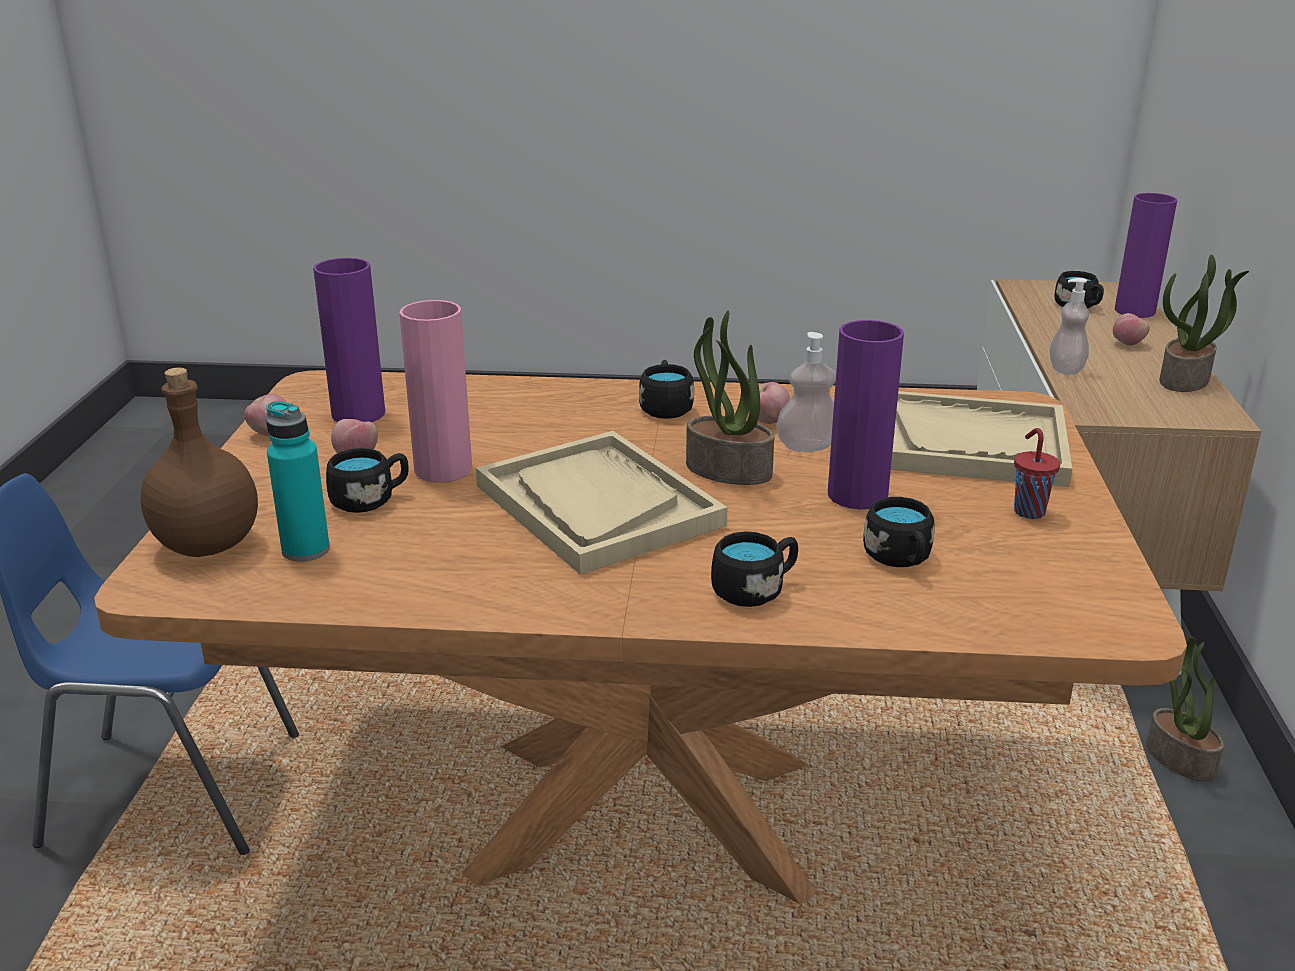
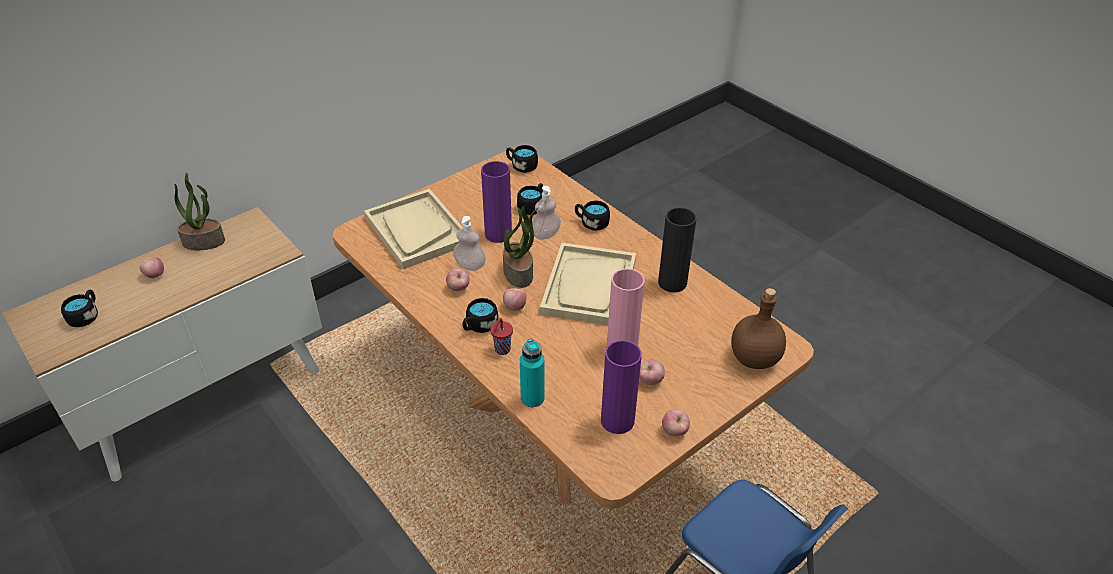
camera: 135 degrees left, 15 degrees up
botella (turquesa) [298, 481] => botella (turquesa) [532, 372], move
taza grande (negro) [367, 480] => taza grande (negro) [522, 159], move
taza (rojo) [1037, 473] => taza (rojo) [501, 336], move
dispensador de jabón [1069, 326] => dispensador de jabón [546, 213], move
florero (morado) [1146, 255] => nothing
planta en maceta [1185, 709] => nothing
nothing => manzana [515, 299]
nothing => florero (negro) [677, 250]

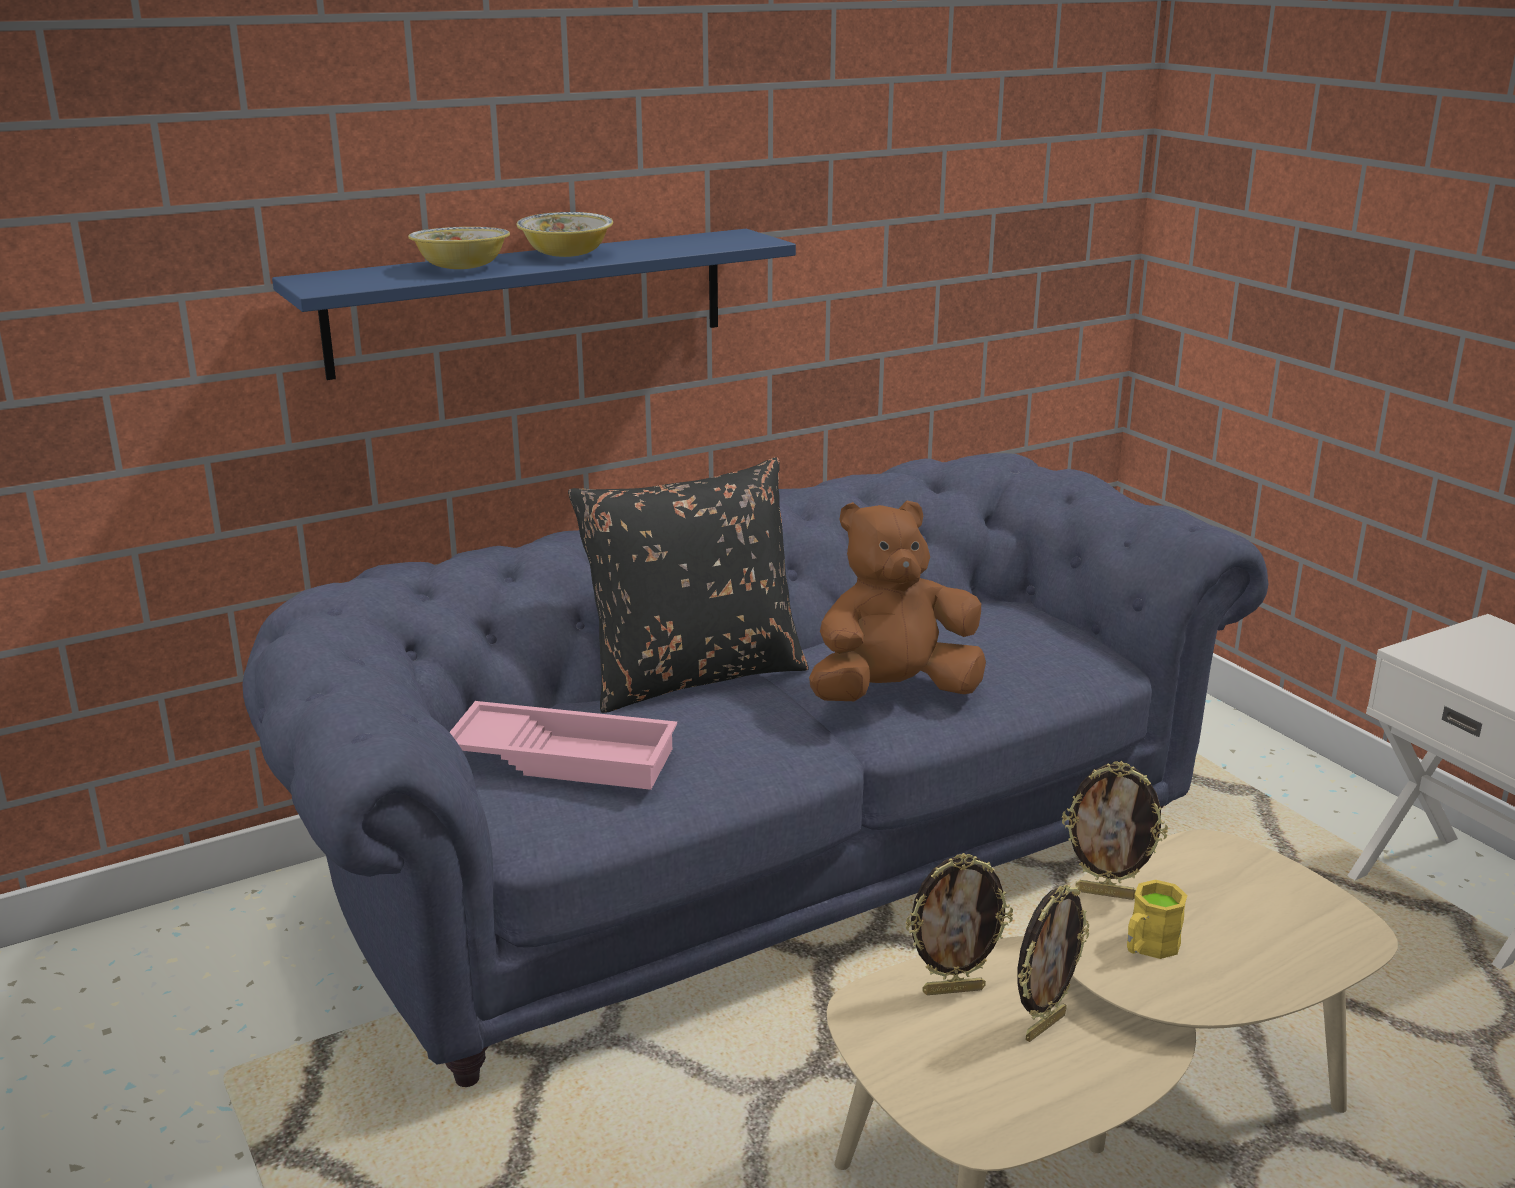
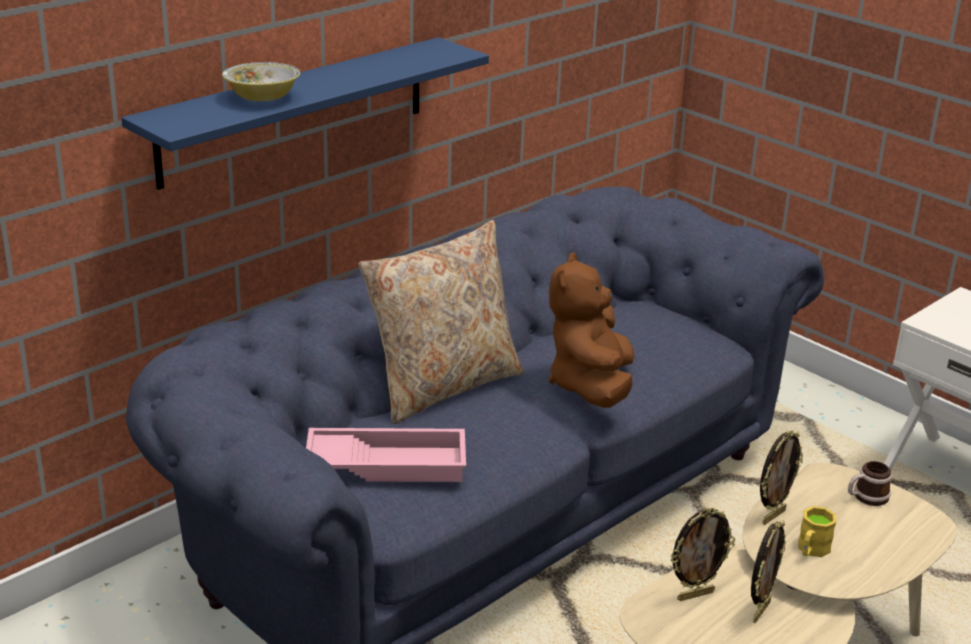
camera: 15 degrees left, 5 degrees up
cuenco [564, 234] => nothing
cojín (negro) [688, 585] => cojín (beis) [441, 322]
peluche (marrón) [897, 601] => peluche (marrón) [591, 330], 45 degrees counterclockwise
portarretratos [1115, 830] => portarretratos [781, 477], 45 degrees counterclockwise
nothing => taza grande [870, 483]

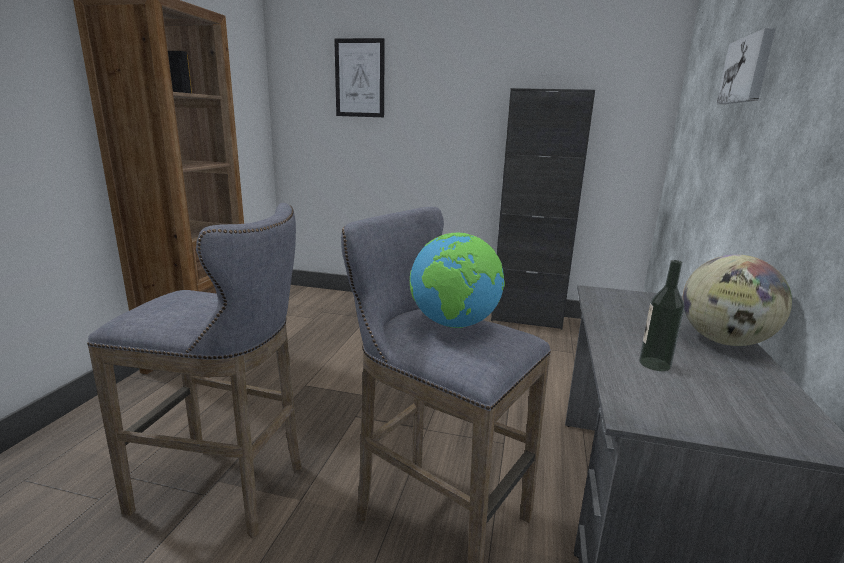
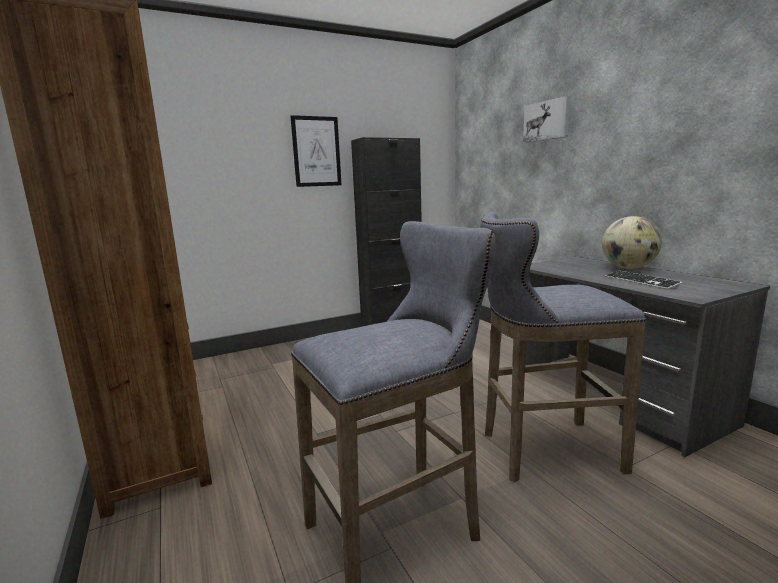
camera: 40 degrees left, 5 degrees down
cuadro [359, 77] => cuadro [315, 151], move
globo terráqueo [457, 280] => nothing
botella [661, 315] => teclado [644, 280]

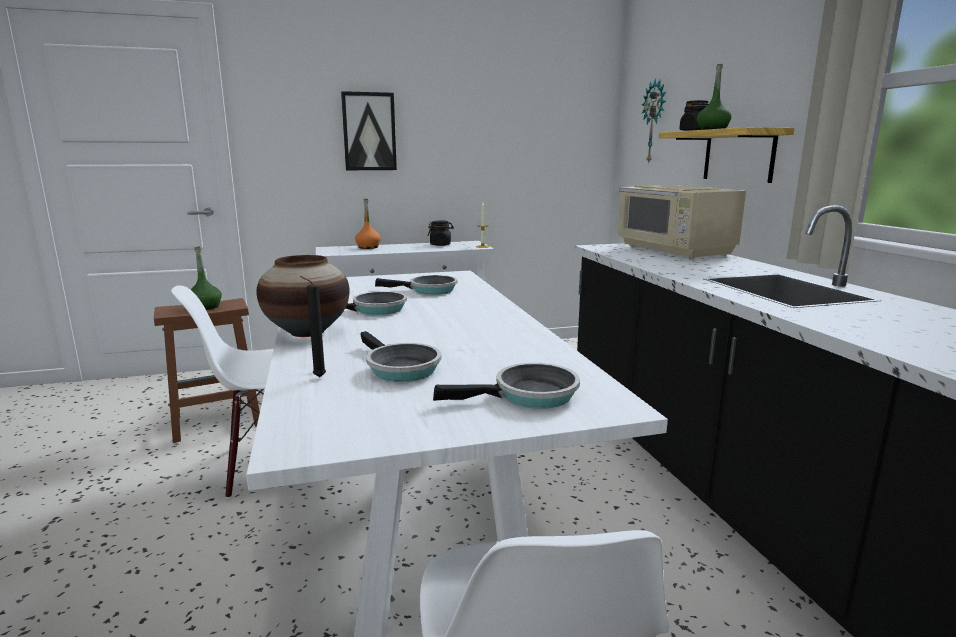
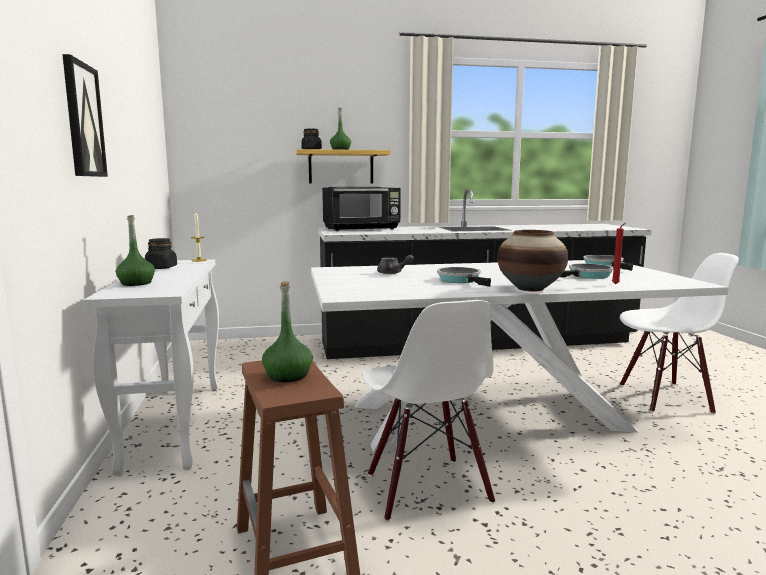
camera: 85 degrees left, 5 degrees down
vela (negro) [313, 326] => vela (rojo) [618, 253]
botella (naranja) [368, 224] => botella (verde) [135, 250]
sartén [416, 285] => tetera (gris) [395, 264]
microondas (beis) [681, 222] => microondas (negro) [361, 209]
reloj de pared [654, 121] => nothing

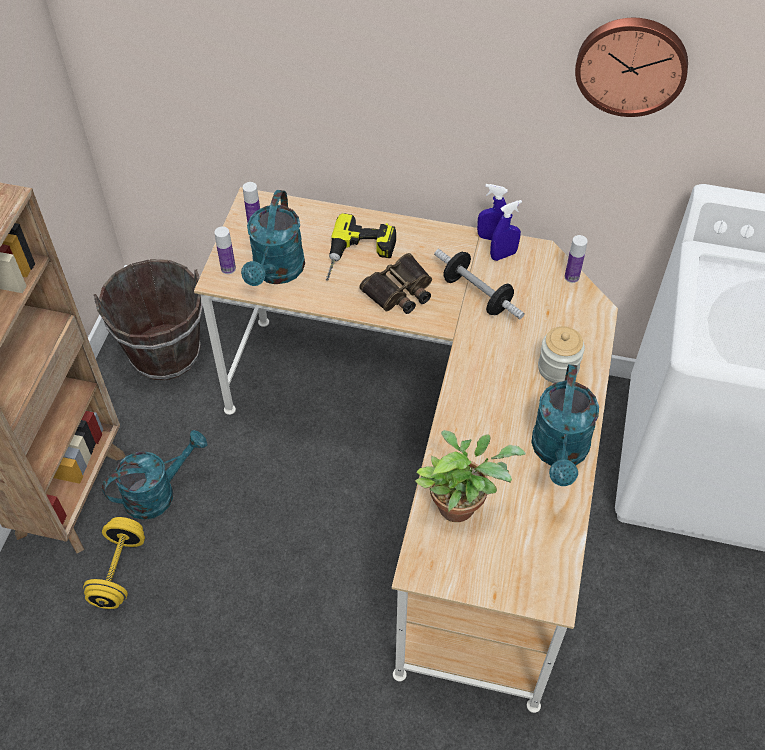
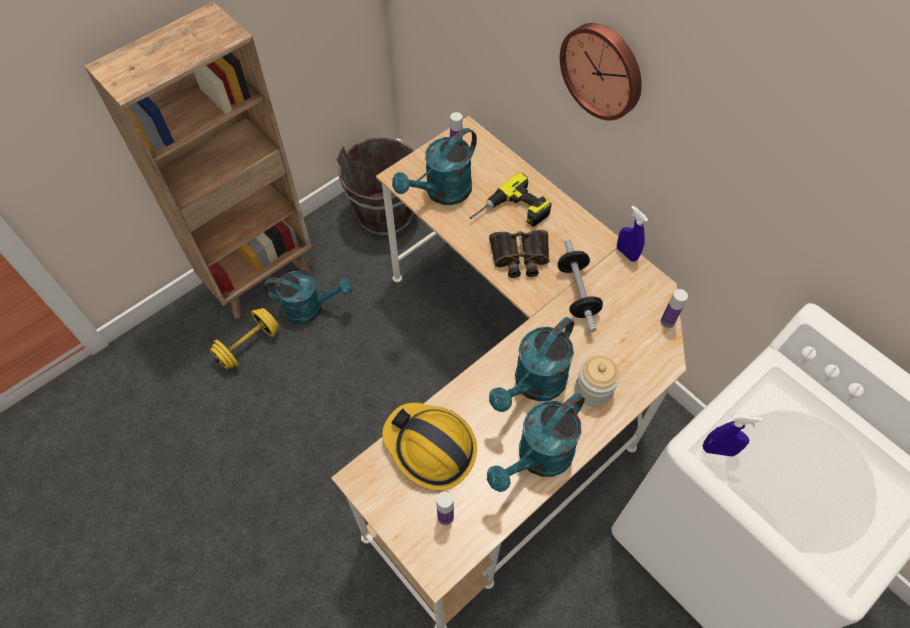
camera: 35 degrees right, 5 degrees up
botella [225, 250] => botella [445, 508], move
planta en maceta [470, 476] => casco [429, 447]
pulverizador (azul) [506, 230] => pulverizador (azul) [733, 435], move
reloj de pared [631, 67] => reloj de pared [601, 72], move
nothing => regadera (turquesa) [531, 364]

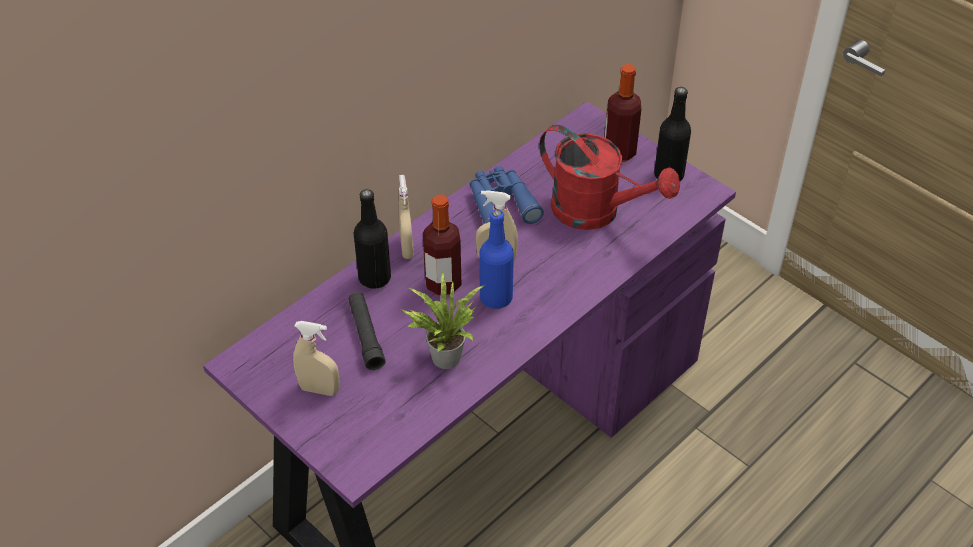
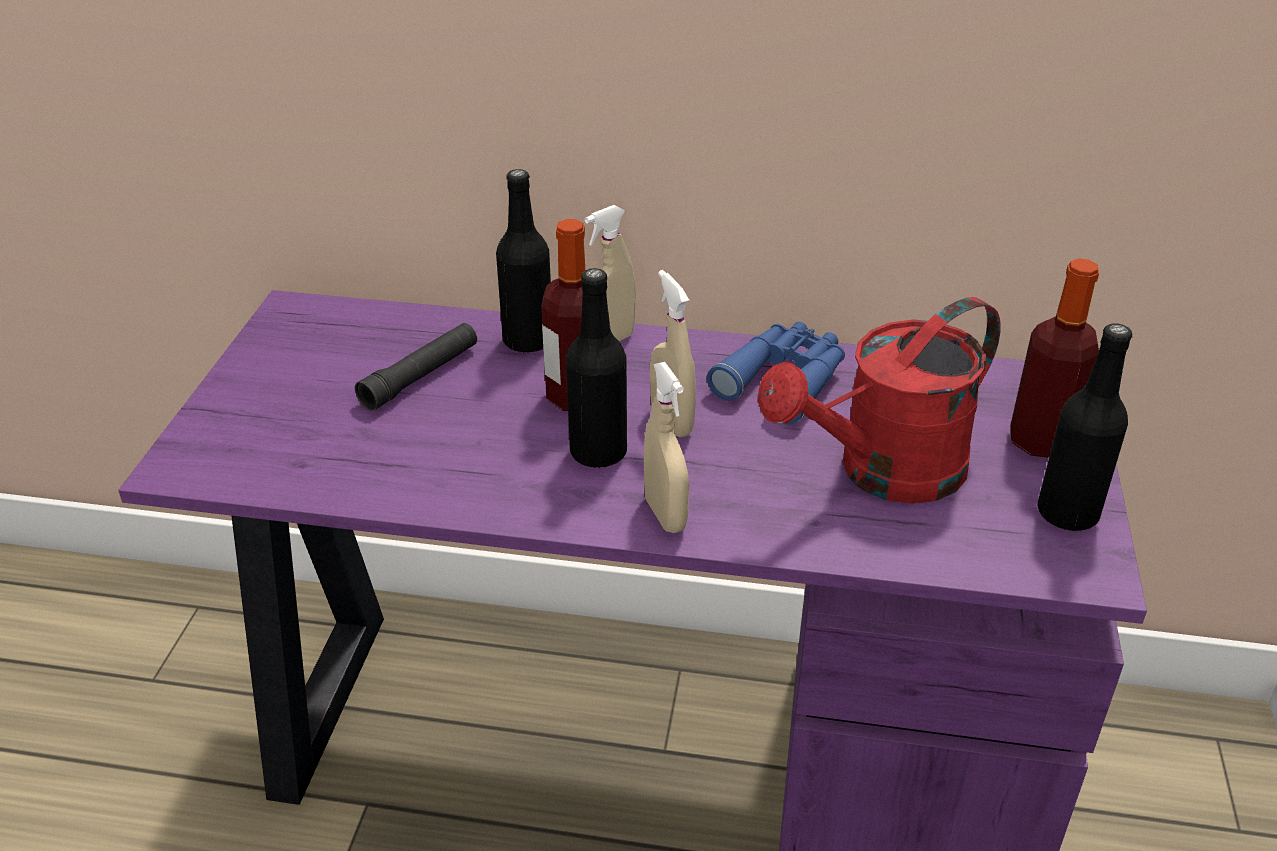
camera: 55 degrees right, 10 degrees down
pulverizador (beis) [316, 358] => pulverizador (beis) [666, 447], move
planta en maceta [442, 320] => nothing
botella (azul) [496, 259] => botella (negro) [596, 368]
regadera (rojo) [609, 177] => regadera (rojo) [879, 400], 60 degrees clockwise

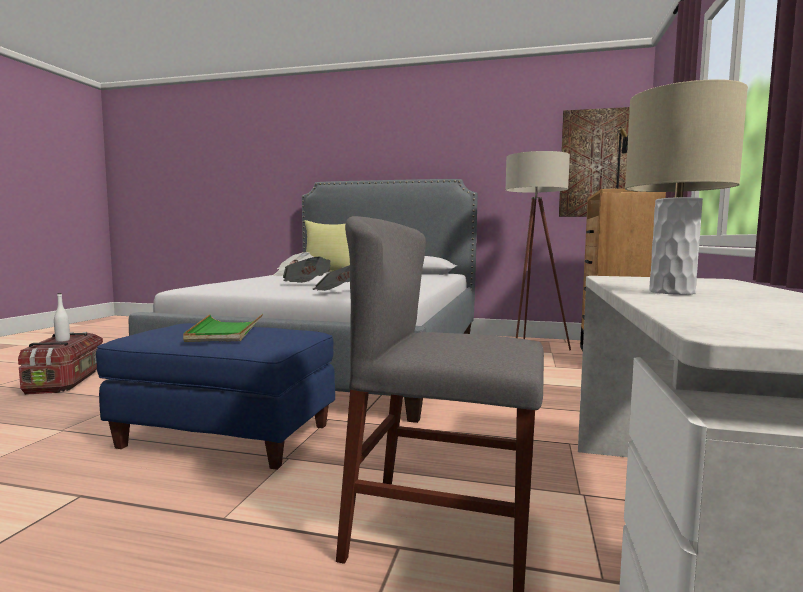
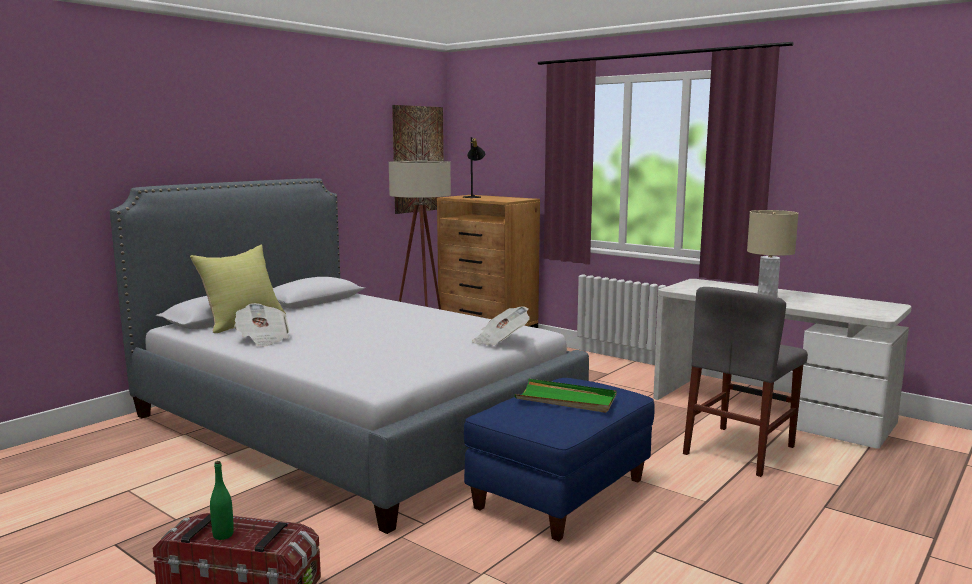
camera: 65 degrees left, 5 degrees up
botella (blanco) [62, 317] => botella (verde) [222, 500]
periódico [307, 270] => nothing

